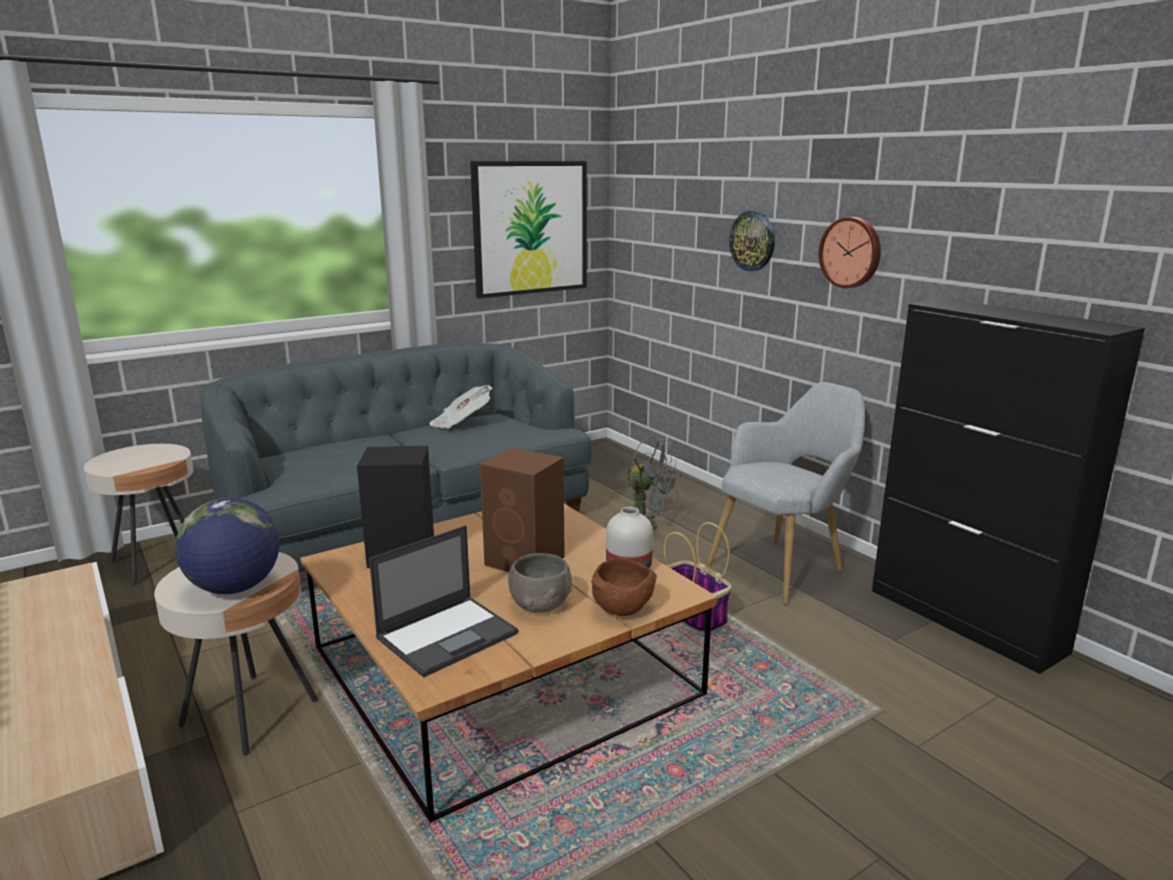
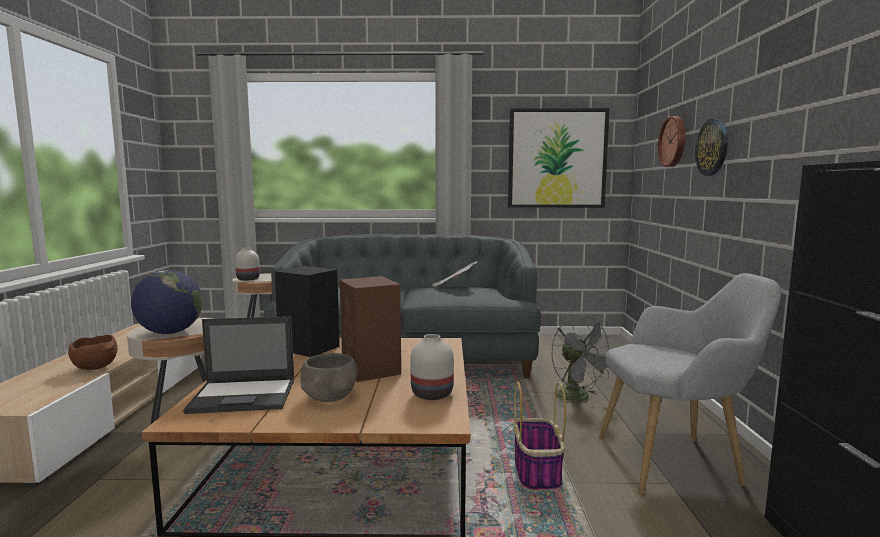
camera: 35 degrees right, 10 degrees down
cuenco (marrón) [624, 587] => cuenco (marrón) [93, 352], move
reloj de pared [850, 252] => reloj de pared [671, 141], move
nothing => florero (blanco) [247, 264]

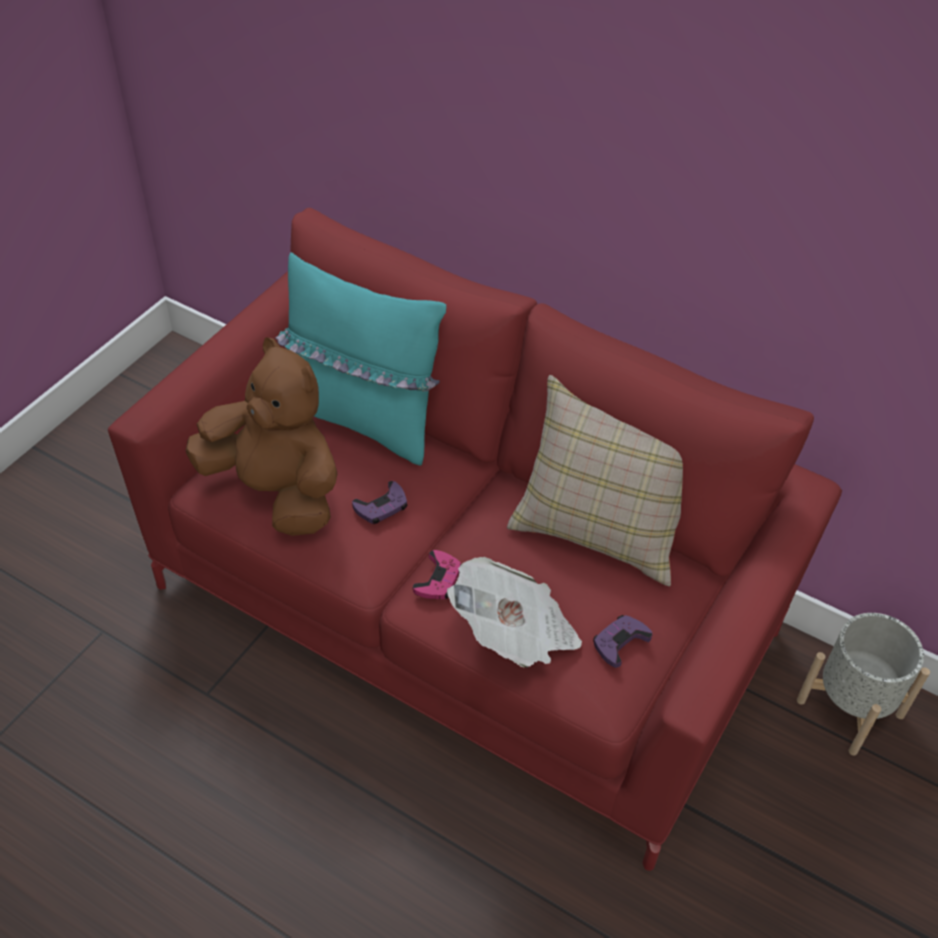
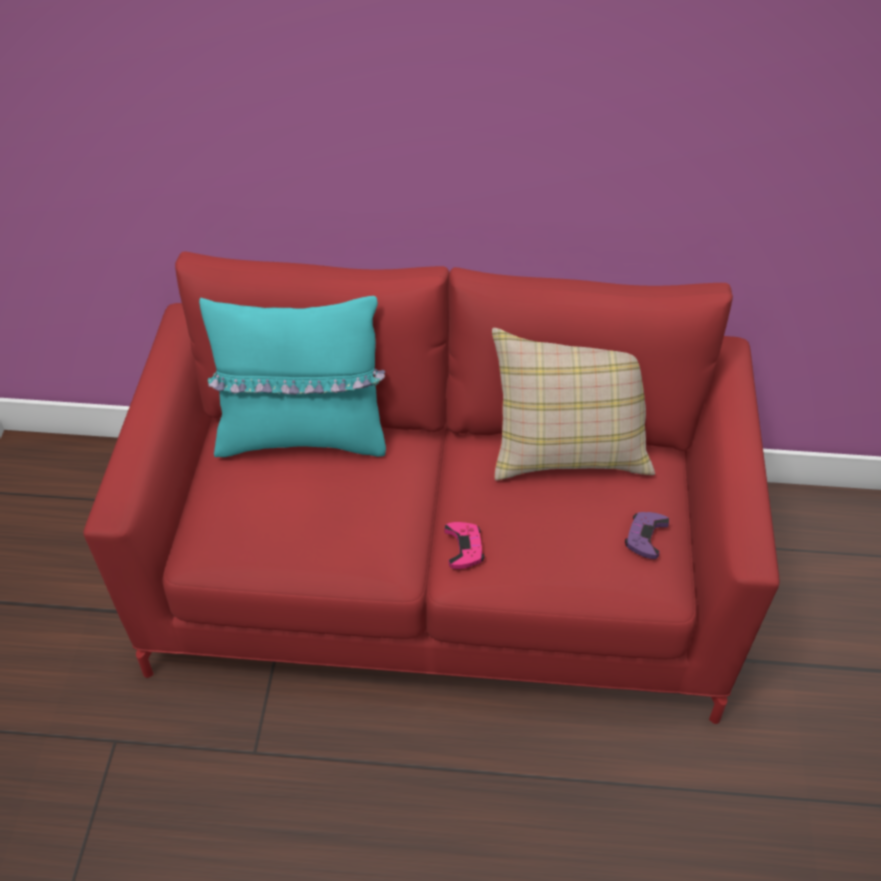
camera: 25 degrees left, 0 degrees up
peluche (marrón) [261, 436] => nothing
mando de consola (morado) [380, 502] => nothing
periódico [514, 612] => nothing
maceta (gris) [863, 684] => nothing

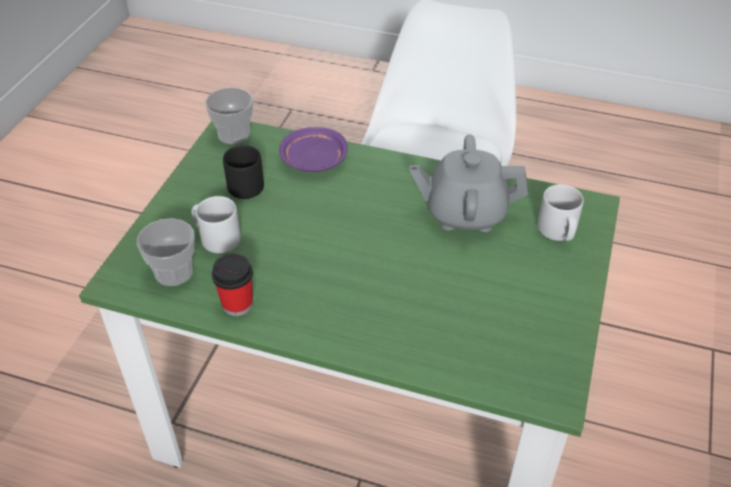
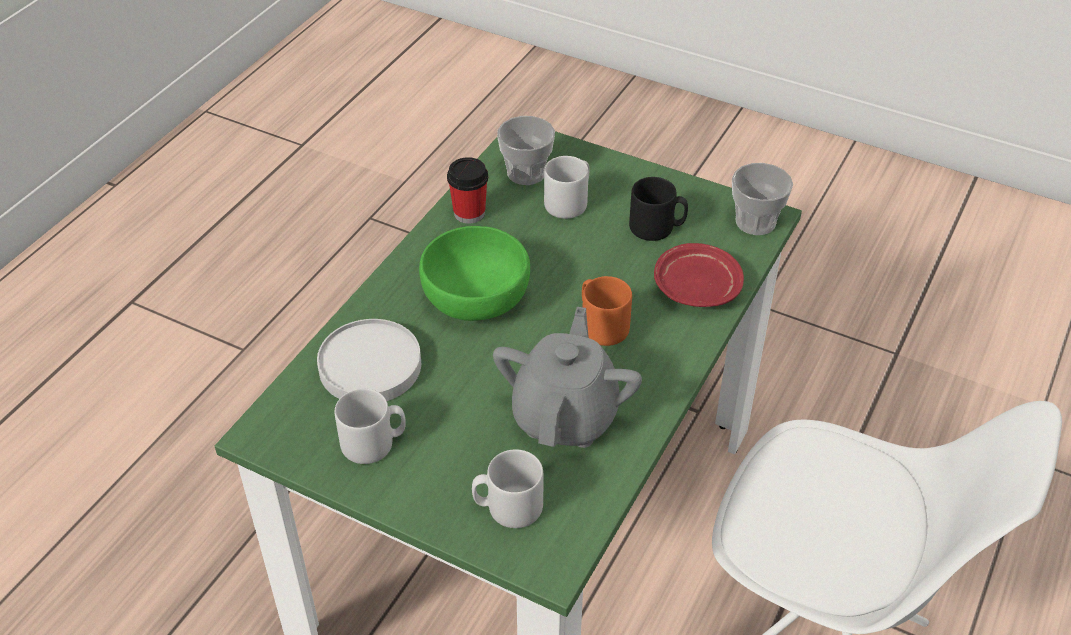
camera: 100 degrees right, 0 degrees up
plato (morado) [313, 149] => plato (rojo) [699, 275]
nothing => plato (blanco) [369, 360]
nothing => taza grande (gris) [370, 426]
nothing => cuenco (verde) [474, 273]
nothing => taza grande (naranja) [607, 311]

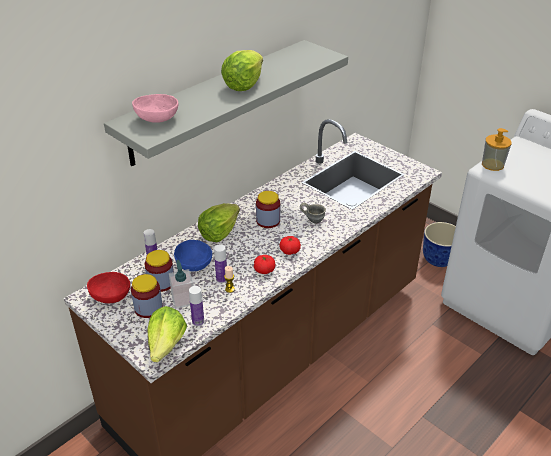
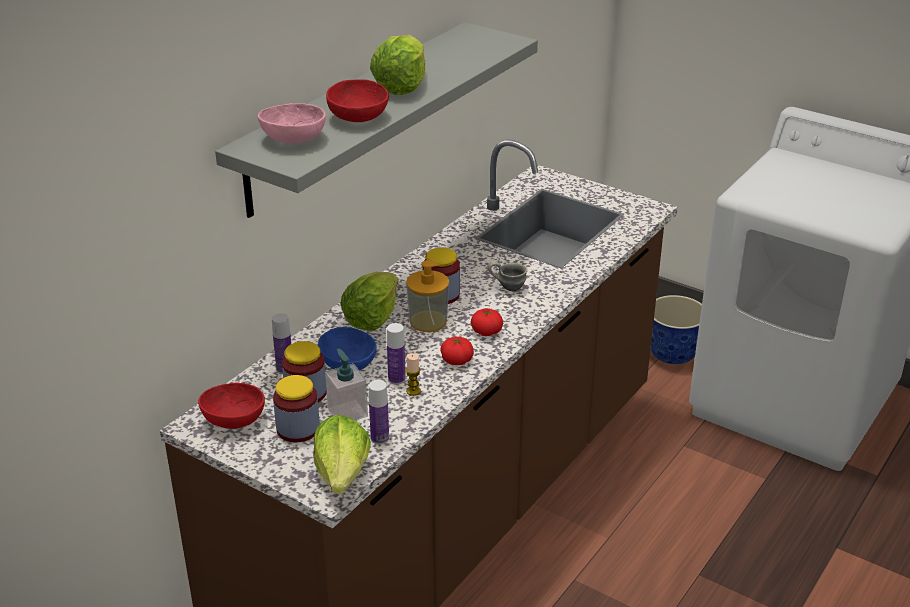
camera: 10 degrees left, 5 degrees down
dispensador de jabón [497, 149] => dispensador de jabón [427, 296], move
nothing => cuenco (rojo) [357, 100]

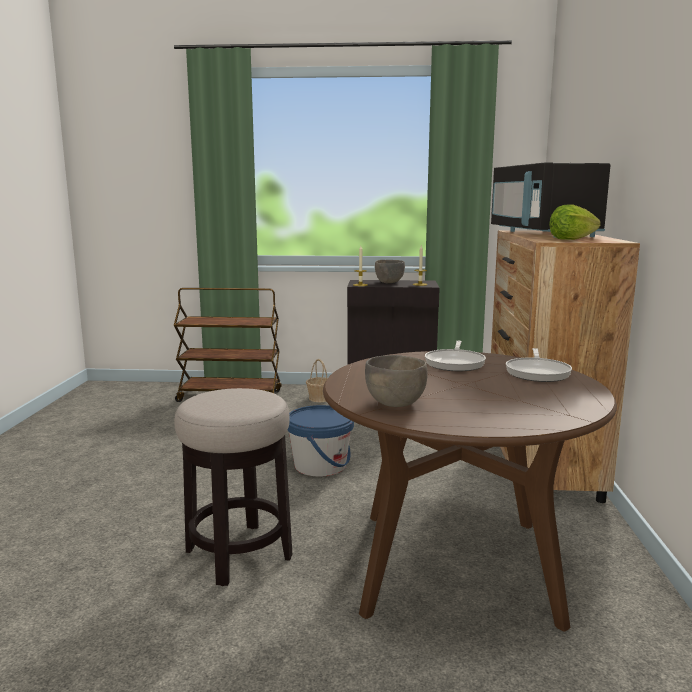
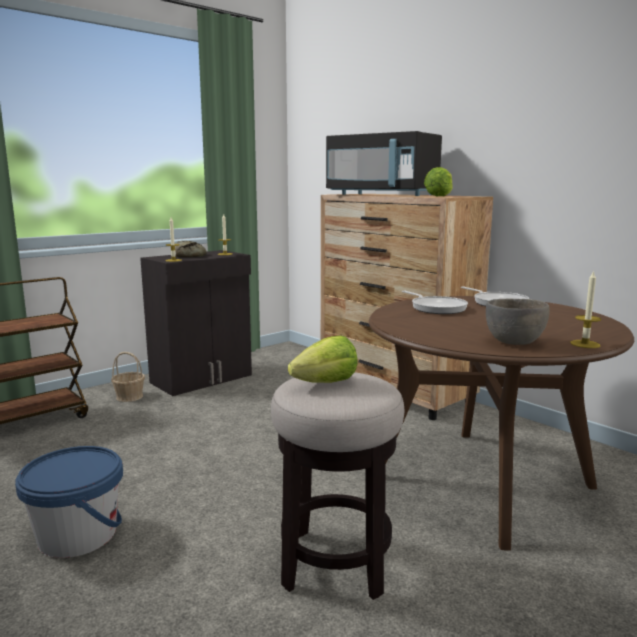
camera: 45 degrees left, 0 degrees up
cubo (azul) [320, 441] => cubo (azul) [69, 502], move
cuenco (gris) [390, 271] => pan [191, 249]
nothing => lechuga [323, 359]
nothing => vela [585, 309]

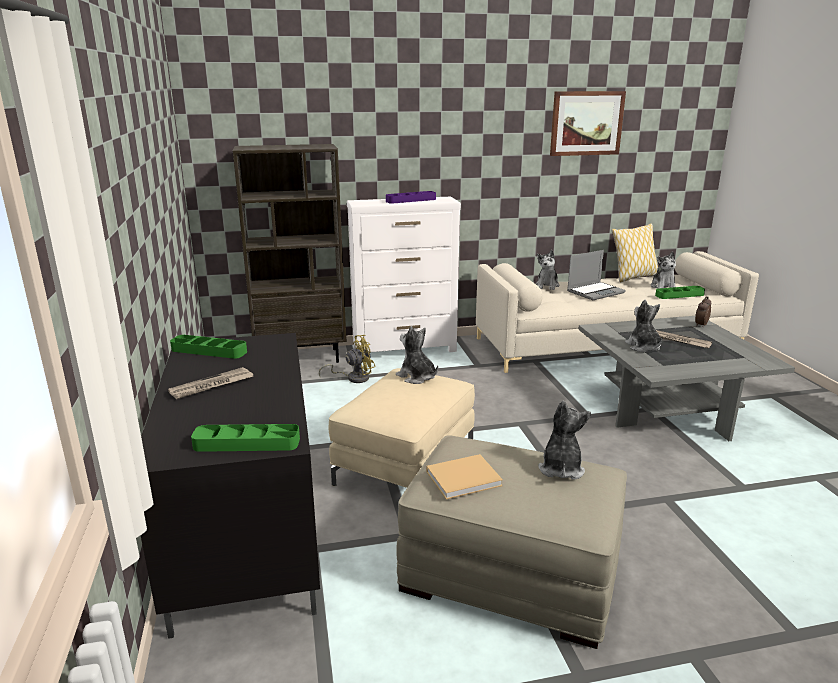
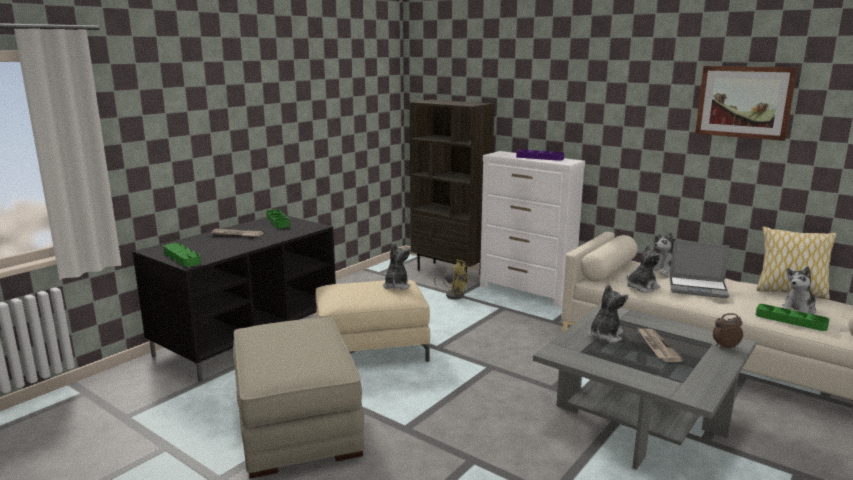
camera: 50 degrees right, 5 degrees down
libro (beis) [465, 476] => nothing
peluche [564, 440] => peluche [644, 268], move

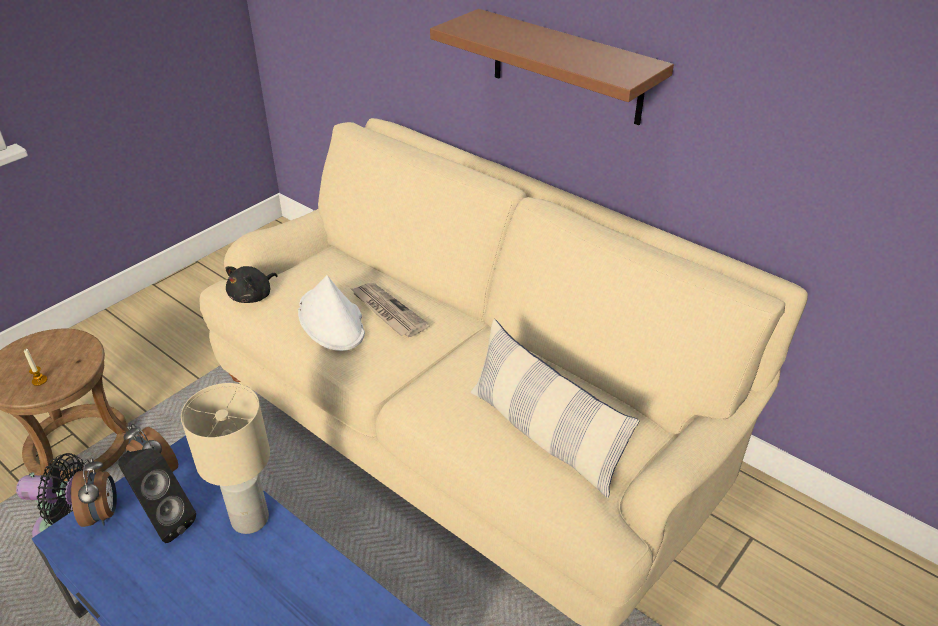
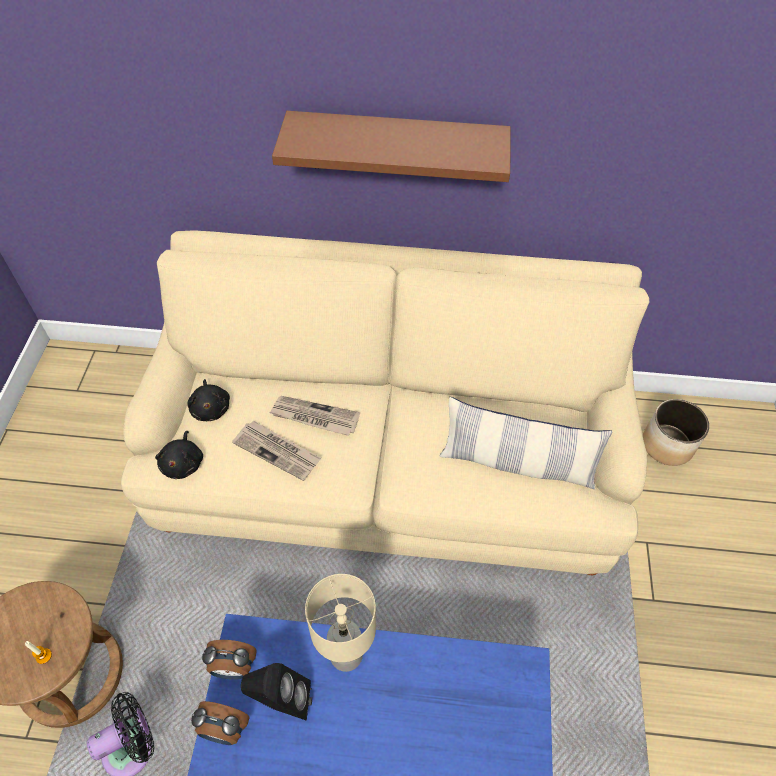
camera: 35 degrees left, 15 degrees up
despertador [94, 492] => despertador [220, 723], 150 degrees clockwise
sombrero (blanco) [331, 313] => periódico [276, 450]
nothing => peluche (negro) [208, 400]
nothing => maceta [676, 432]

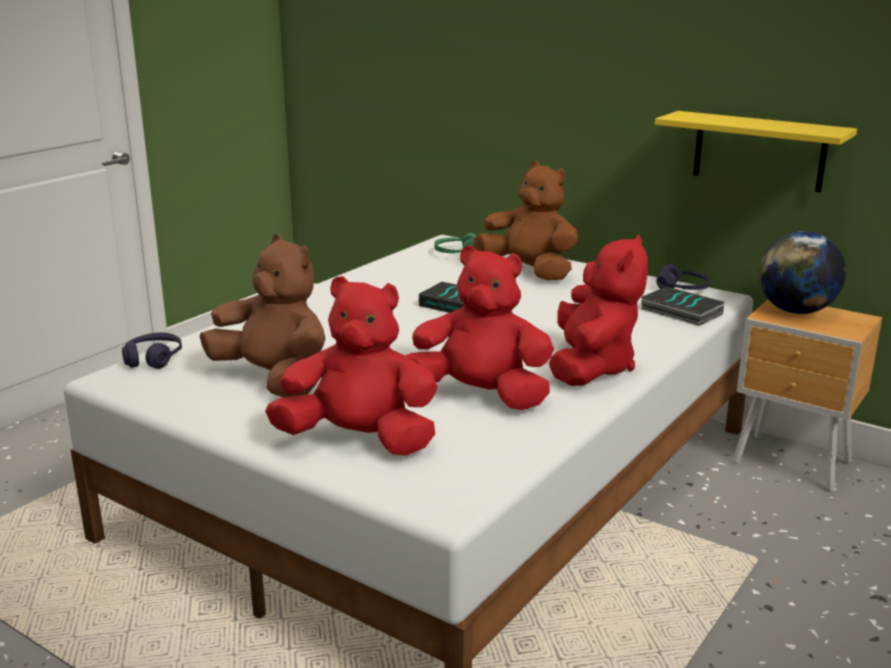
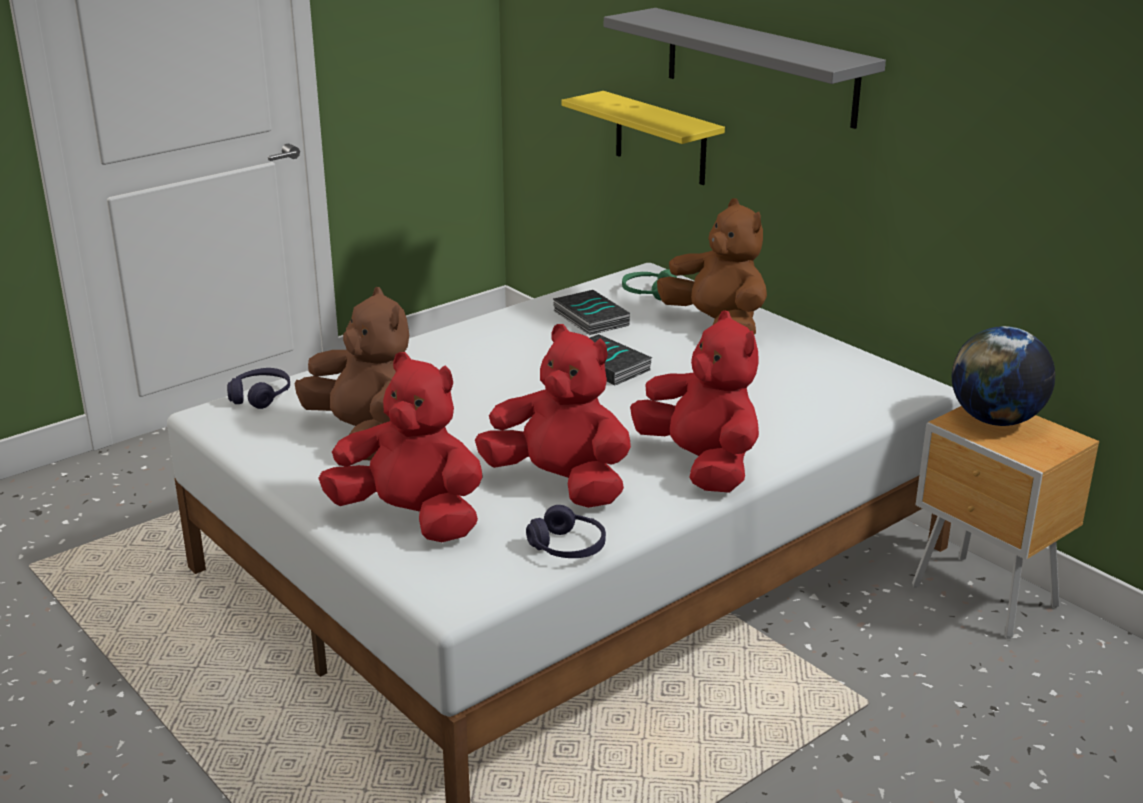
camera: 15 degrees right, 5 degrees up
peluche (rojo) [598, 310] => peluche (rojo) [694, 401], 60 degrees counterclockwise
libro [683, 306] => libro [591, 312], move
estante (amarillo) [756, 151] => estante (amarillo) [643, 138], move
auriculares (morado) [683, 277] => auriculares (morado) [566, 531], move
nothing => estante (gris) [745, 68]

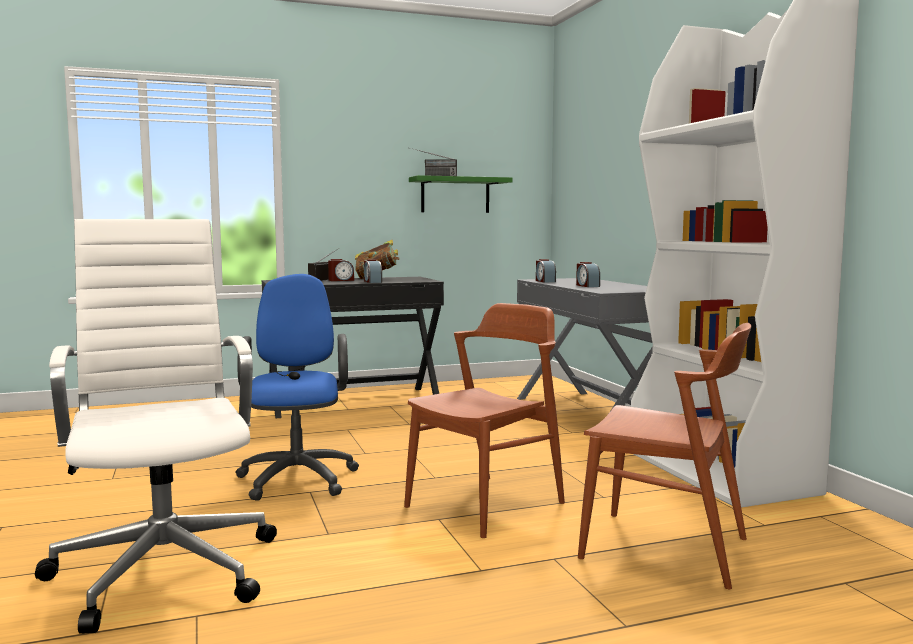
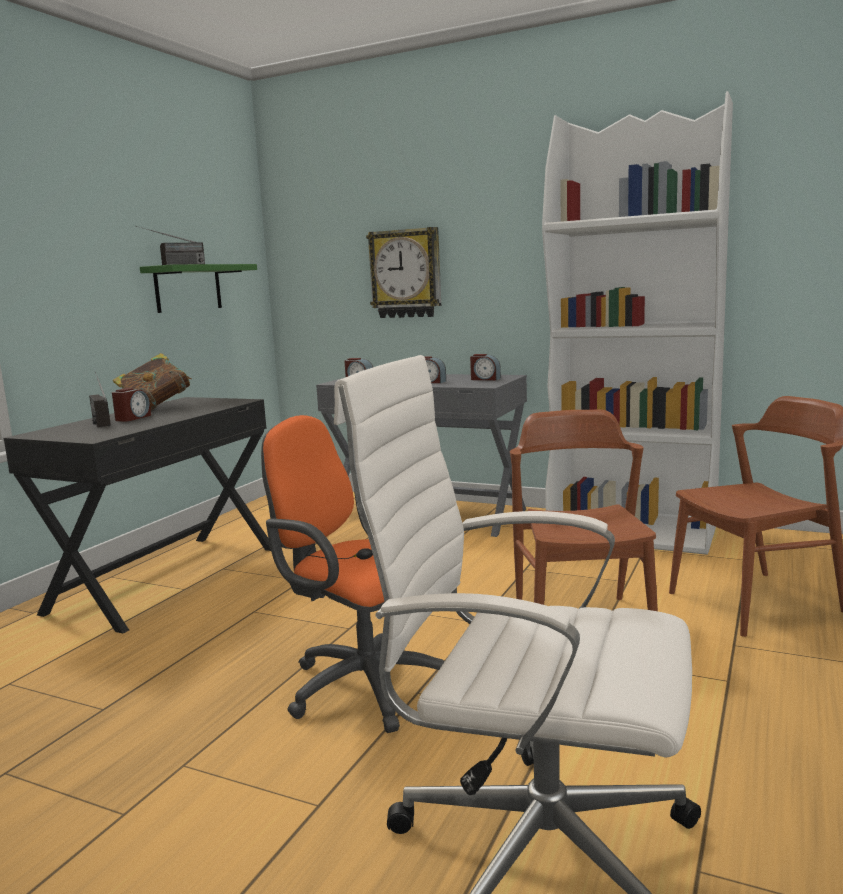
camera: 45 degrees left, 5 degrees up
silla de oficina (azul) [297, 387] => silla de oficina (naranja) [353, 574]
despertador [373, 271] => despertador [485, 367], move
nothing => reloj de pared [403, 272]

